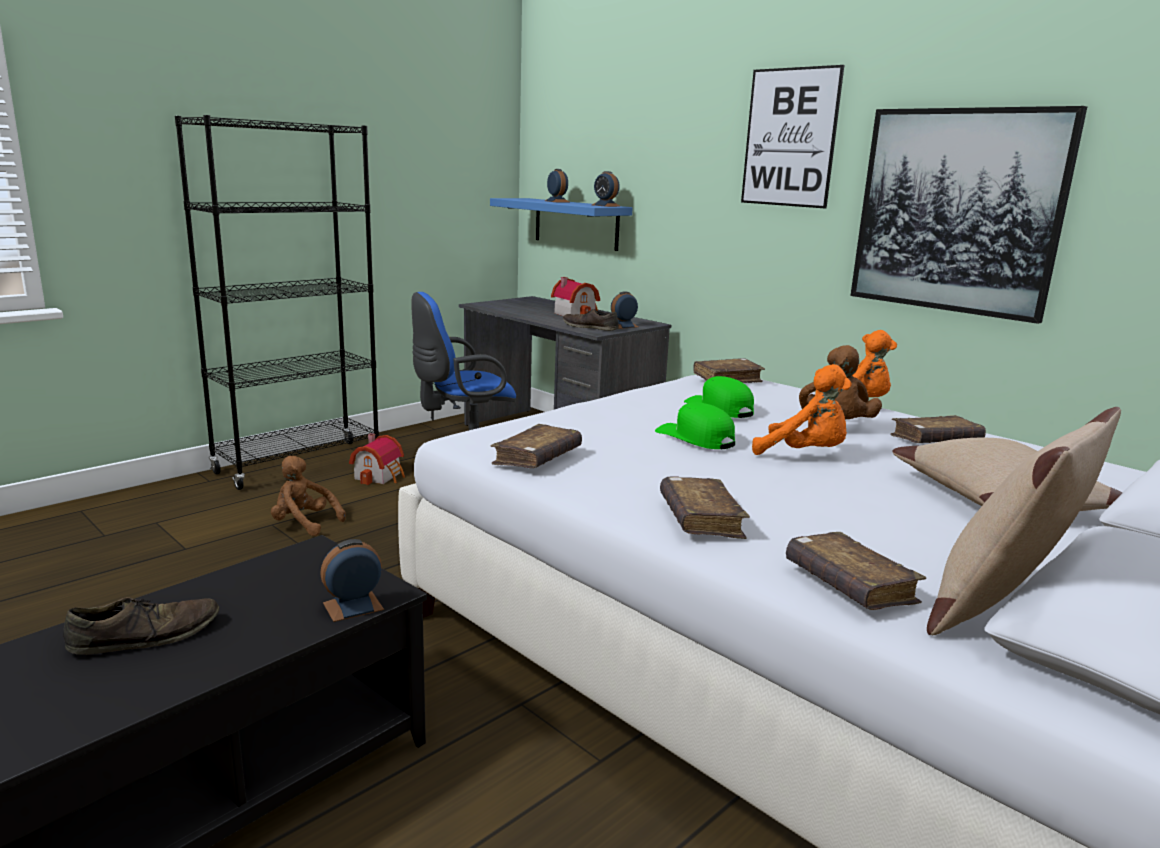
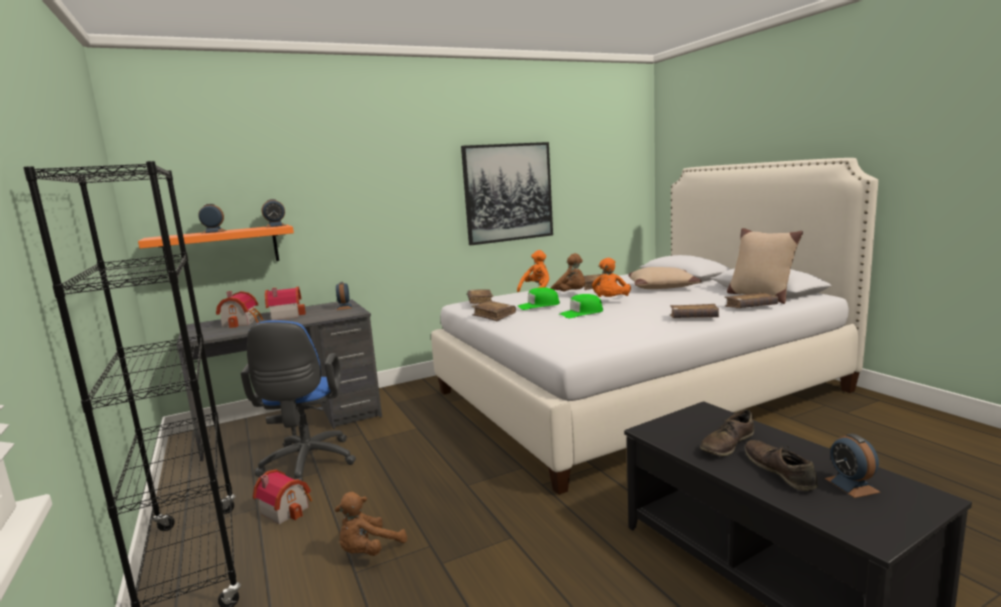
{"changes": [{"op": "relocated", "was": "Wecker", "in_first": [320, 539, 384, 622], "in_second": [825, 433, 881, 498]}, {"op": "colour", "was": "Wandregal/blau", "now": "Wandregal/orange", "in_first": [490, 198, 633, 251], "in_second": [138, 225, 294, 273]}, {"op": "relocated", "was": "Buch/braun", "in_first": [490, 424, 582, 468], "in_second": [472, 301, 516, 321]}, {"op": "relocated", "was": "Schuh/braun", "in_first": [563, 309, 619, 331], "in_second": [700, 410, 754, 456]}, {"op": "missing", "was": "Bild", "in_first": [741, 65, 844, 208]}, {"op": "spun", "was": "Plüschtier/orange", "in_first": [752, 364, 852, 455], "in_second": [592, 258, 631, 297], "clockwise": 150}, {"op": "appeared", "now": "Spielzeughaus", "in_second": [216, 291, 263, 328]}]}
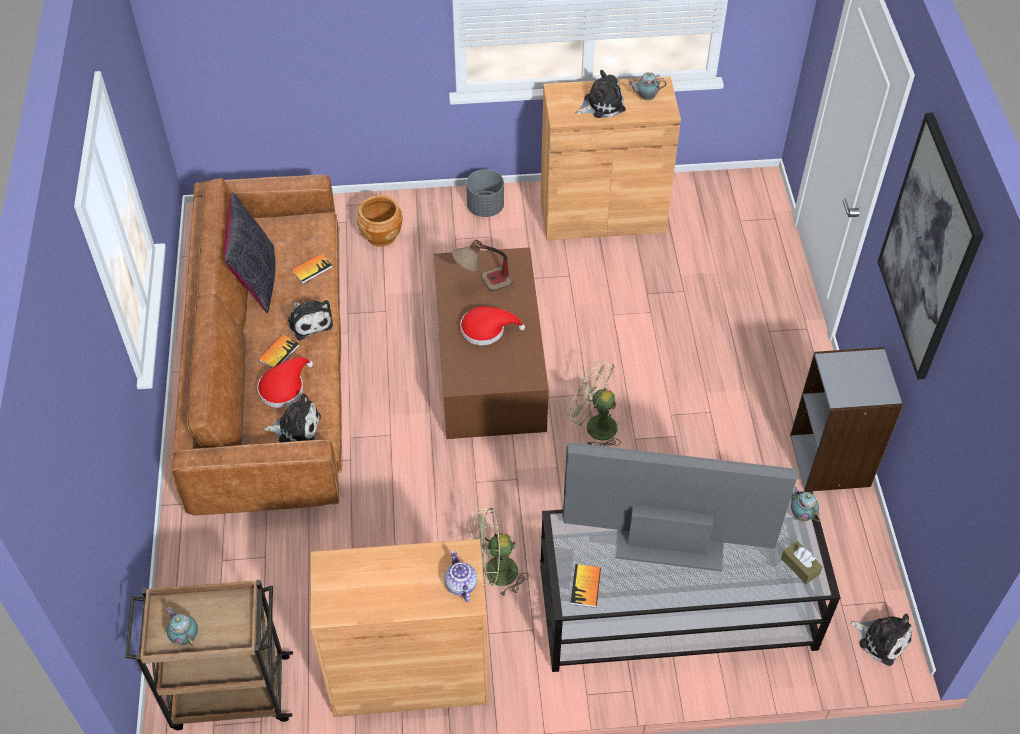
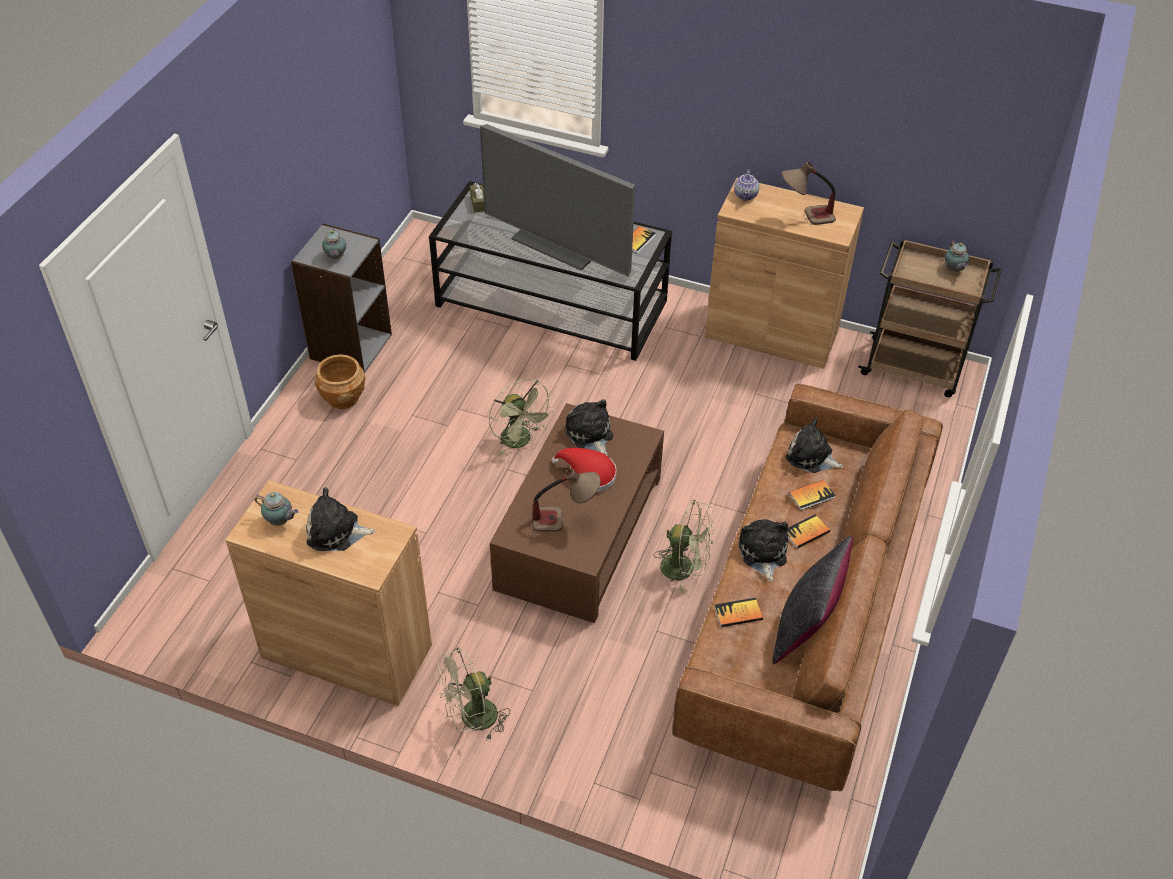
{"changes": [{"op": "exchanged", "was": "Hut/rot", "now": "Buch", "in_first": [257, 357, 313, 408], "in_second": [789, 480, 836, 510]}, {"op": "relocated", "was": "Pflanzkübel/braun", "in_first": [357, 195, 402, 247], "in_second": [315, 354, 365, 409]}, {"op": "exchanged", "was": "Pflanzkübel/grau", "now": "Ventilator/beige", "in_first": [466, 169, 504, 217], "in_second": [435, 647, 510, 740]}, {"op": "relocated", "was": "Ventilator/grün", "in_first": [469, 508, 529, 597], "in_second": [653, 500, 714, 593]}, {"op": "relocated", "was": "Teekanne", "in_first": [791, 487, 821, 522], "in_second": [322, 228, 346, 259]}, {"op": "relocated", "was": "Plüschtier", "in_first": [850, 613, 912, 666], "in_second": [565, 399, 613, 455]}, {"op": "missing", "was": "Bild", "in_first": [877, 113, 984, 380]}, {"op": "appeared", "now": "Tischlampe", "in_second": [781, 162, 836, 225]}]}
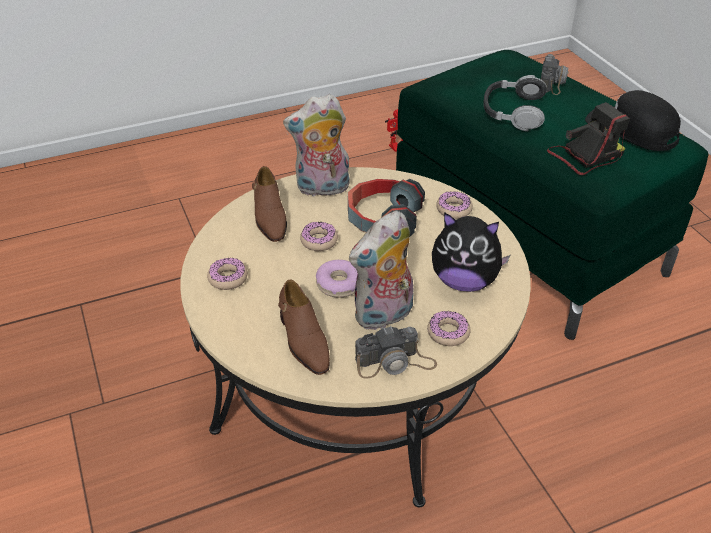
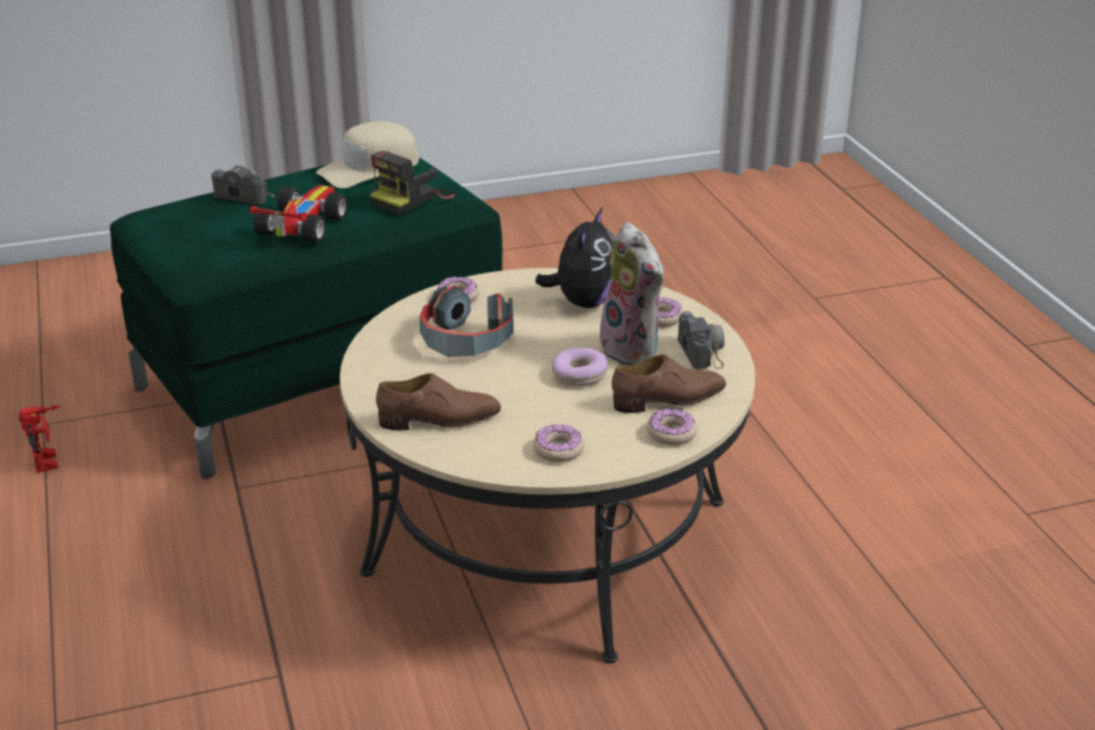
{"changes": [{"op": "missing", "was": "Plüschtier", "in_first": [283, 94, 350, 197]}, {"op": "relocated", "was": "Donut", "in_first": [300, 222, 338, 251], "in_second": [647, 409, 697, 445]}, {"op": "exchanged", "was": "Kopfhörer", "now": "Spielzeugauto", "in_first": [483, 75, 547, 131], "in_second": [249, 185, 347, 242]}, {"op": "spun", "was": "Kamera", "in_first": [547, 102, 630, 175], "in_second": [370, 151, 455, 214], "clockwise": -120}, {"op": "colour", "was": "Kappe/schwarz", "now": "Kappe/beige", "in_first": [585, 90, 681, 151], "in_second": [316, 121, 419, 188]}]}
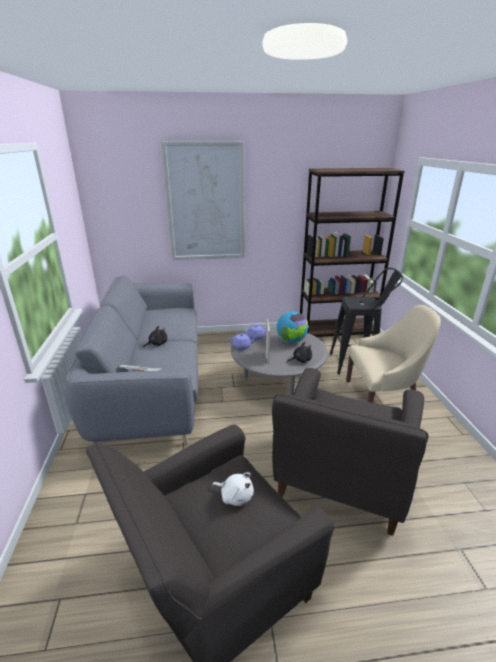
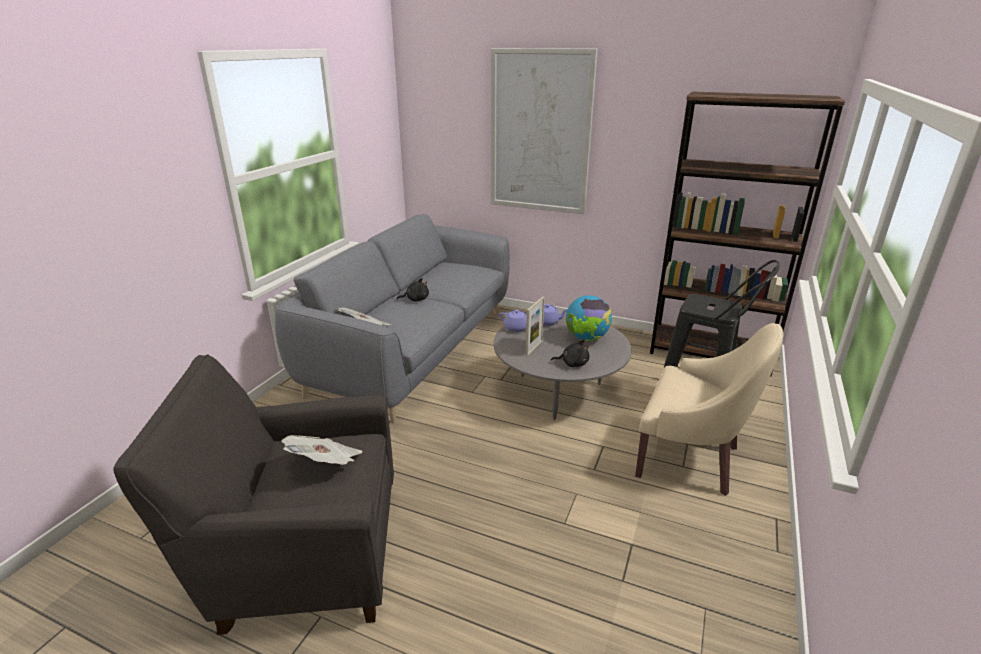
{"changes": [{"op": "exchanged", "was": "Plüschtier/weiß", "now": "Zeitung", "in_first": [213, 473, 254, 506], "in_second": [282, 435, 363, 465]}, {"op": "missing", "was": "Sessel/grau", "in_first": [272, 368, 428, 536]}]}
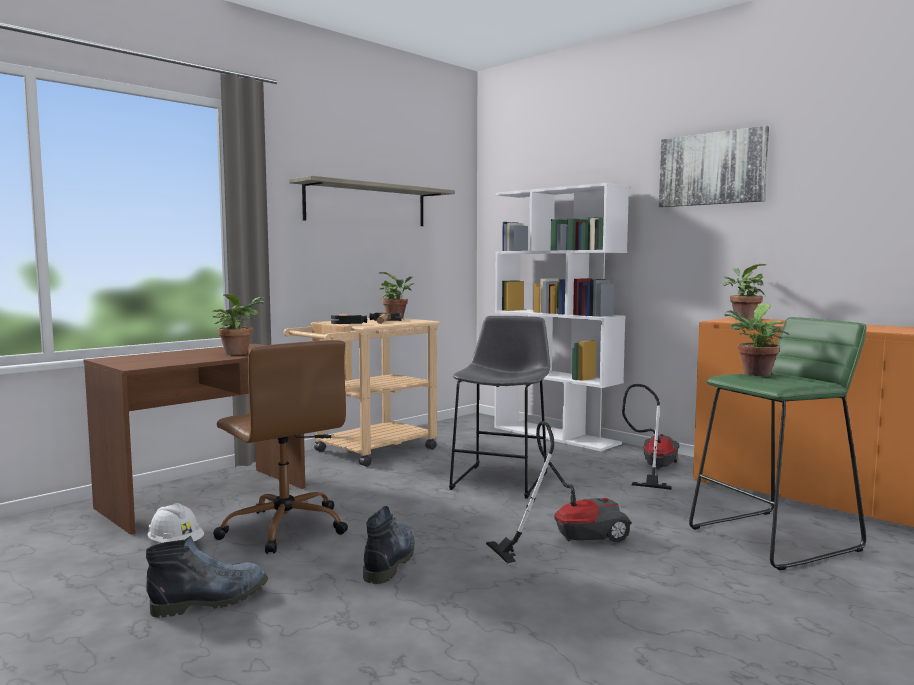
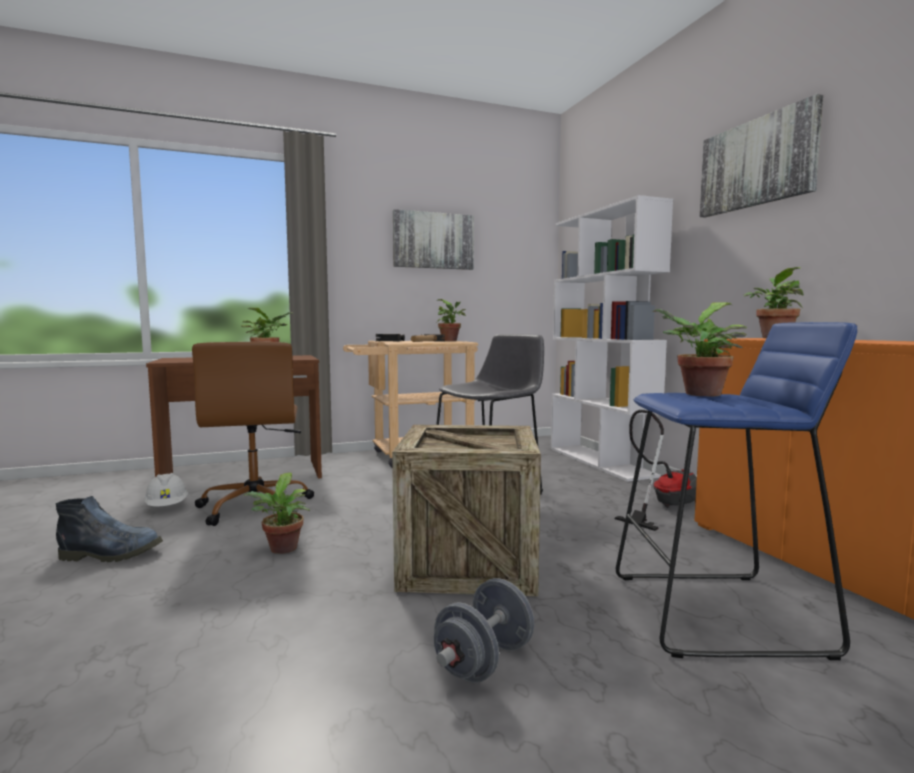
{"changes": [{"op": "exchanged", "was": "Wandregal", "now": "Bild", "in_first": [289, 176, 455, 226], "in_second": [393, 209, 474, 270]}, {"op": "exchanged", "was": "Stiefel", "now": "Topfpflanze", "in_first": [363, 506, 414, 584], "in_second": [242, 472, 310, 554]}, {"op": "exchanged", "was": "Staubsauger", "now": "Kiste", "in_first": [486, 421, 631, 564], "in_second": [392, 425, 541, 596]}, {"op": "colour", "was": "Hocker/grün", "now": "Hocker/blau", "in_first": [689, 317, 867, 570], "in_second": [616, 322, 857, 660]}, {"op": "appeared", "now": "Hantel/grau", "in_second": [434, 578, 534, 683]}]}
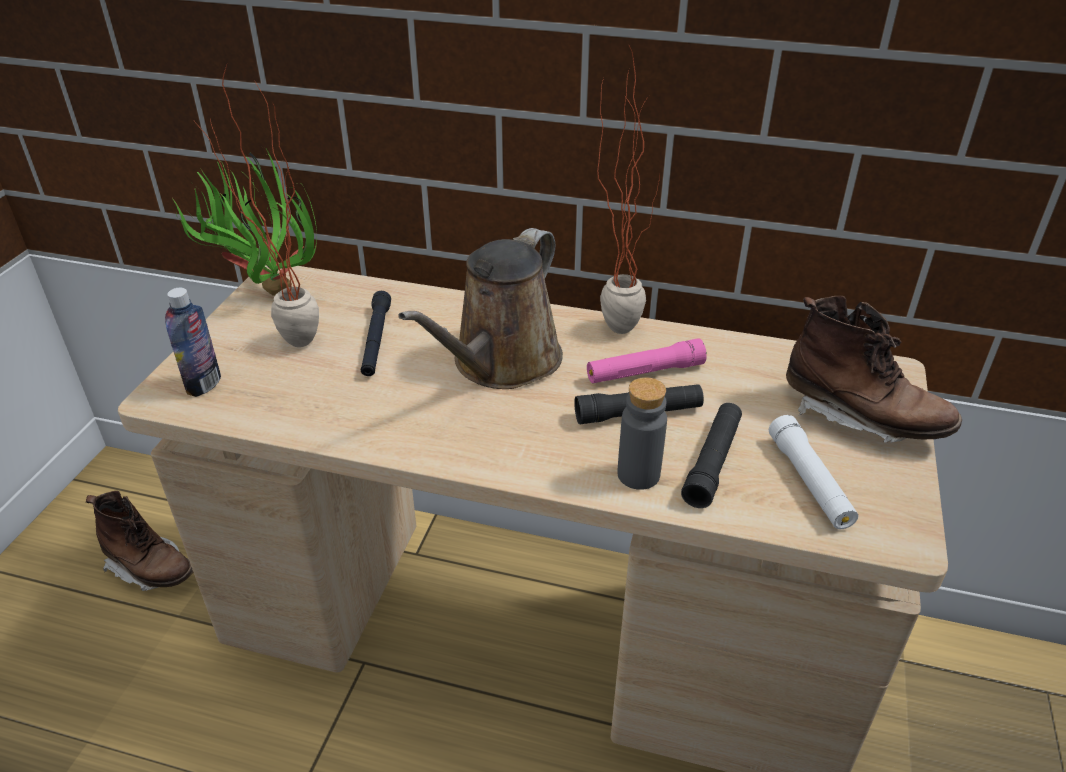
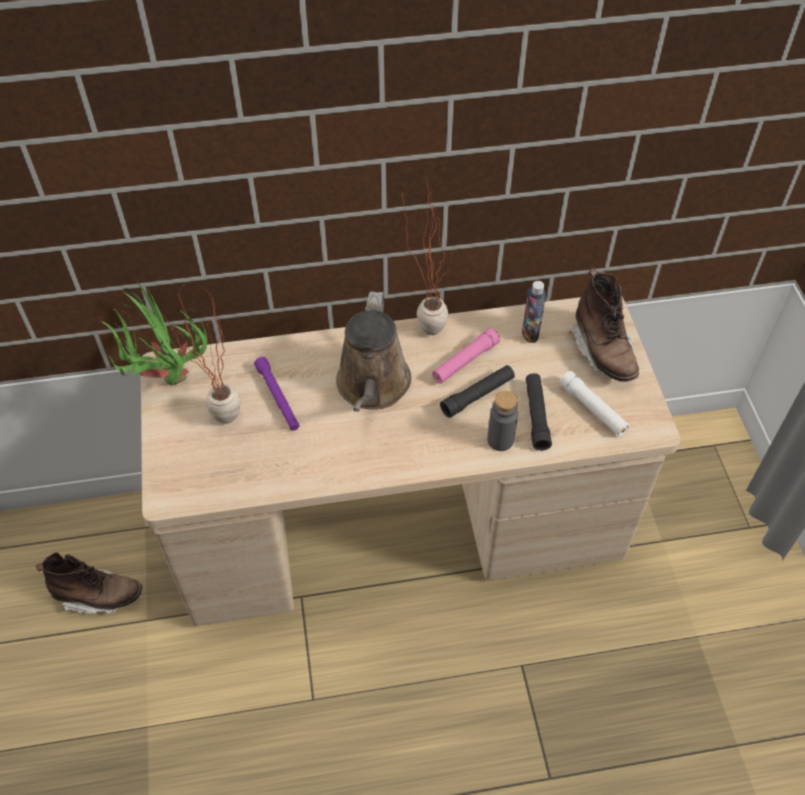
{"changes": [{"op": "relocated", "was": "Flasche", "in_first": [165, 288, 221, 397], "in_second": [522, 281, 546, 343]}, {"op": "colour", "was": "Taschenlampe/schwarz", "now": "Taschenlampe/lila", "in_first": [361, 291, 391, 376], "in_second": [254, 357, 300, 430]}, {"op": "spun", "was": "Stiefel/braun", "in_first": [786, 296, 962, 443], "in_second": [570, 268, 639, 382], "clockwise": 60}]}
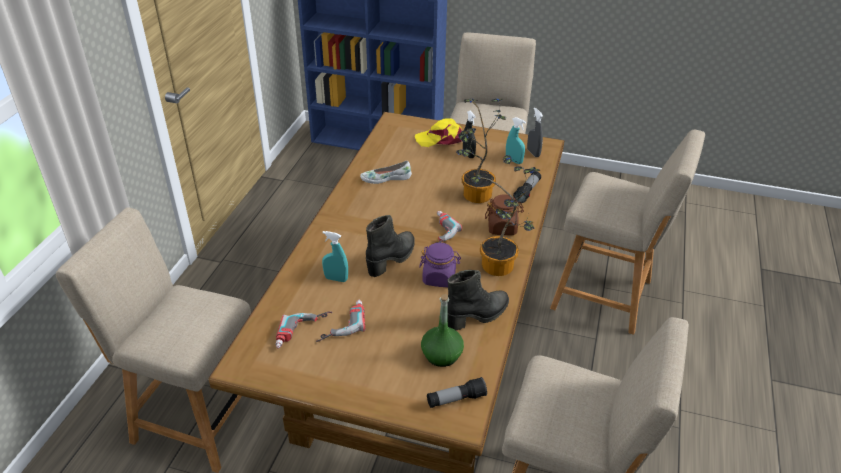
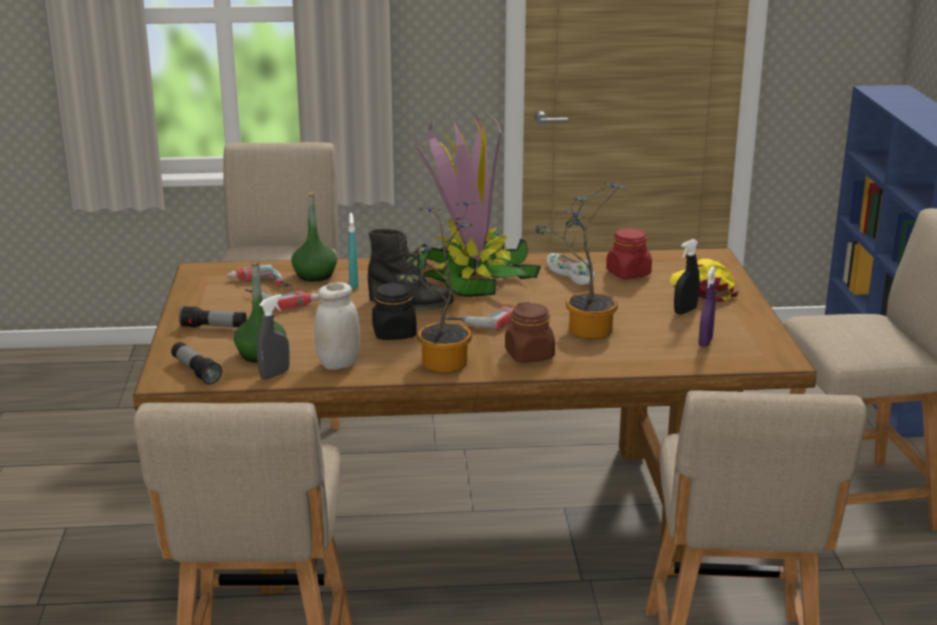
{"changes": [{"op": "colour", "was": "Vorratsglas/lila", "now": "Vorratsglas/schwarz", "in_first": [419, 242, 461, 287], "in_second": [372, 282, 417, 340]}, {"op": "exchanged", "was": "Stiefel/schwarz", "now": "Vorratsglas/weiß", "in_first": [447, 270, 509, 331], "in_second": [314, 282, 360, 370]}, {"op": "colour", "was": "Sprühflasche/türkis", "now": "Sprühflasche/lila", "in_first": [506, 117, 526, 164], "in_second": [698, 266, 716, 347]}, {"op": "relocated", "was": "Taschenlampe", "in_first": [513, 171, 541, 203], "in_second": [179, 306, 247, 328]}, {"op": "relocated", "was": "Sprühflasche/grau", "in_first": [527, 108, 543, 157], "in_second": [257, 294, 289, 380]}, {"op": "appeared", "now": "Flasche/grün", "in_second": [291, 192, 337, 281]}, {"op": "appeared", "now": "Topfpflanze", "in_second": [415, 111, 541, 297]}, {"op": "appeared", "now": "Vorratsglas/rot", "in_second": [606, 228, 652, 279]}]}
